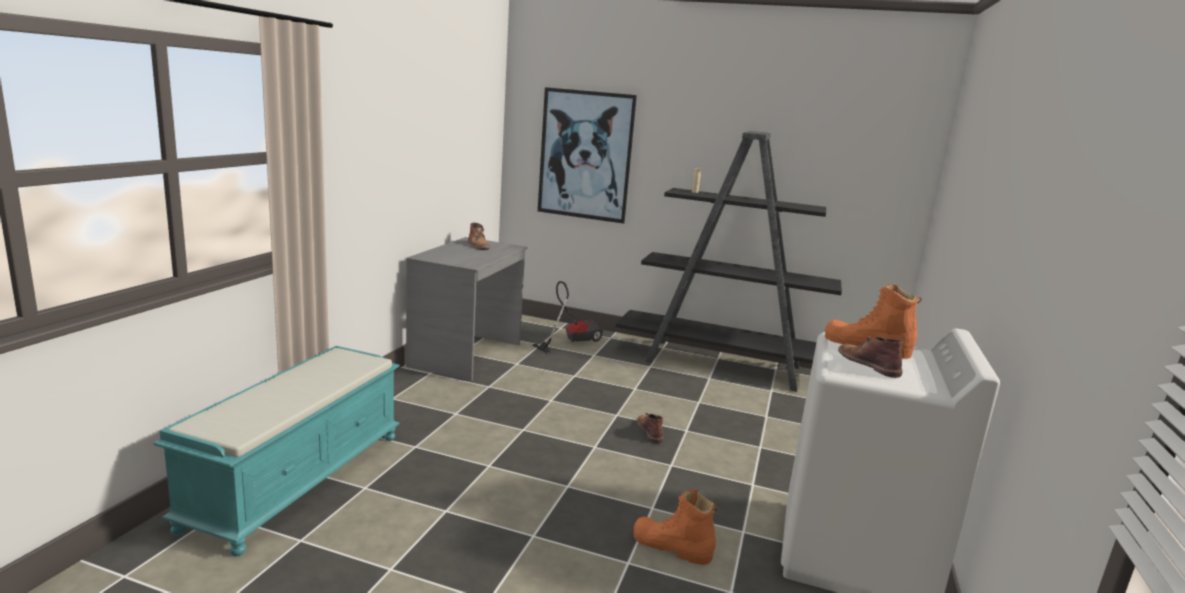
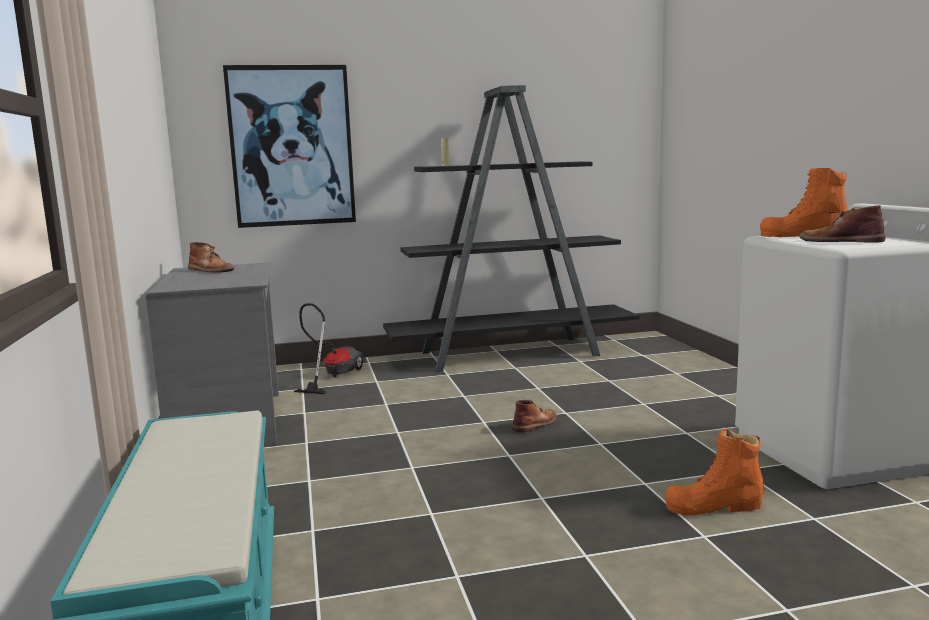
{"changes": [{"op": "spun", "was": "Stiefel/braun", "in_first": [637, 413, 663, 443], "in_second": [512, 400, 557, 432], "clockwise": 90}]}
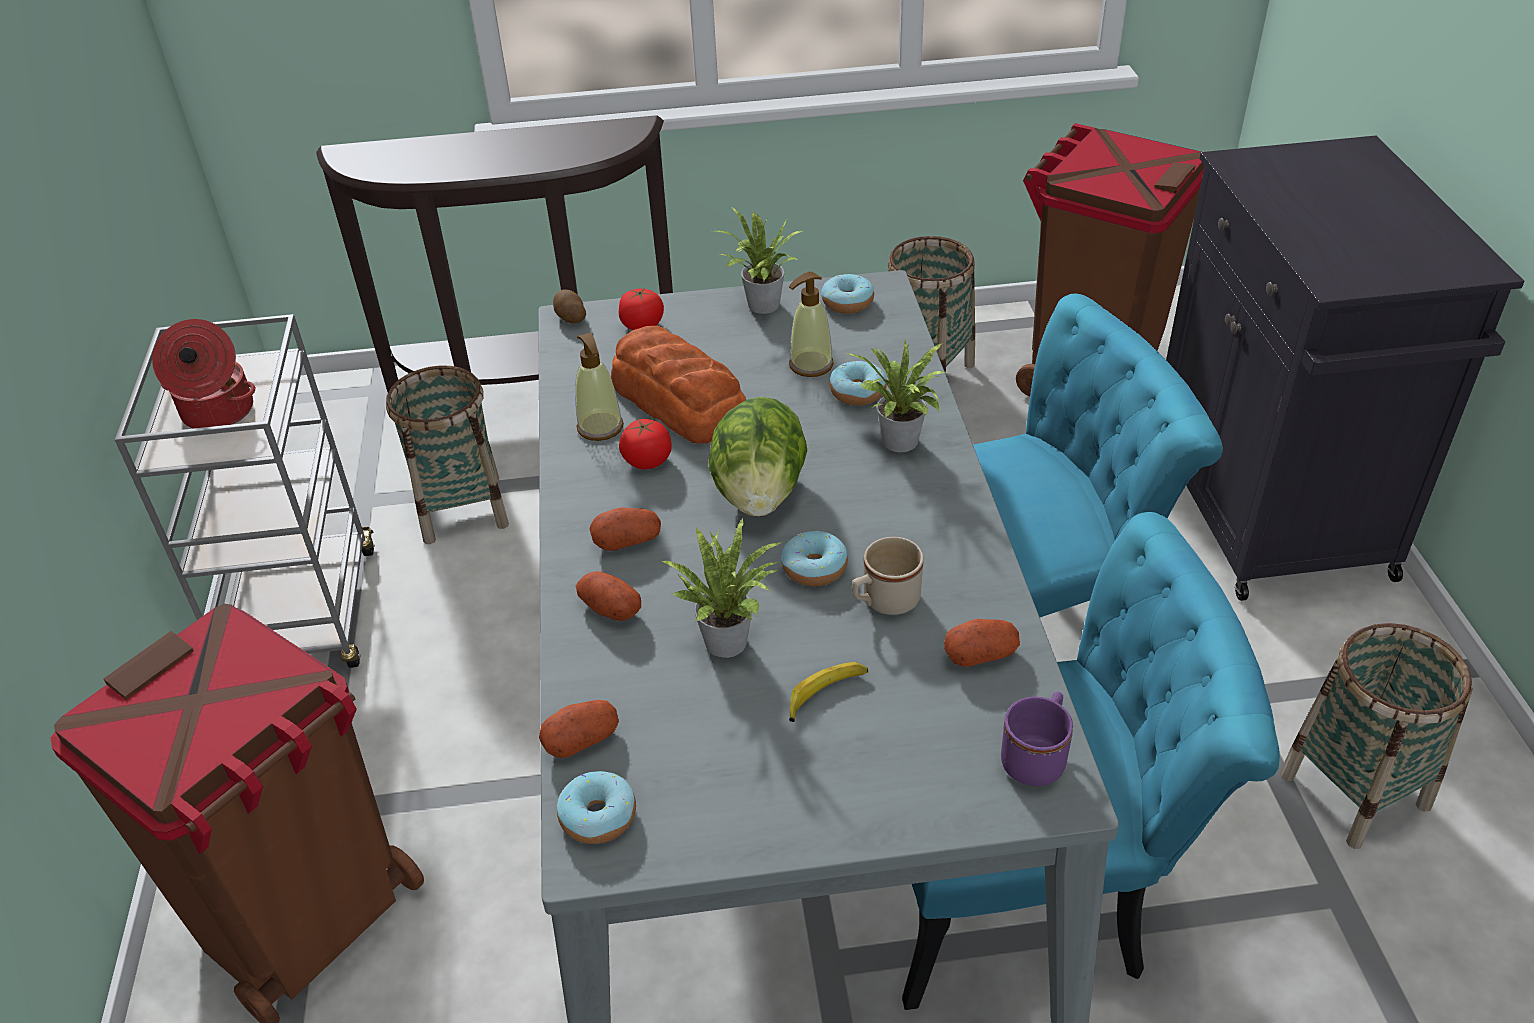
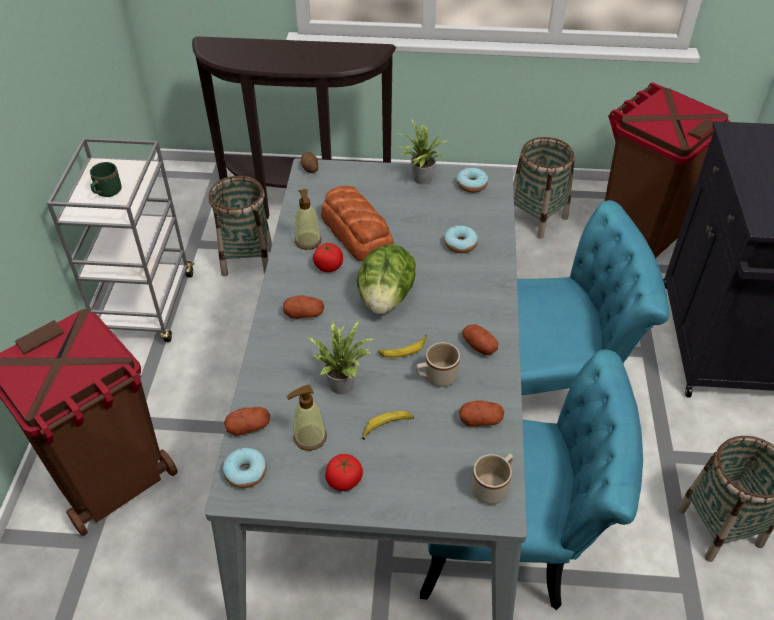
{"changes": [{"op": "exchanged", "was": "Kochtopf", "now": "Henkelbecher/grün", "in_first": [152, 319, 255, 429], "in_second": [90, 162, 122, 197]}, {"op": "relocated", "was": "Kartoffel", "in_first": [576, 571, 641, 621], "in_second": [462, 325, 498, 355]}, {"op": "relocated", "was": "Tomate", "in_first": [619, 287, 664, 330], "in_second": [325, 454, 363, 491]}, {"op": "exchanged", "was": "Donut", "now": "Banane", "in_first": [781, 531, 848, 586], "in_second": [378, 335, 427, 358]}, {"op": "relocated", "was": "Seifenspender", "in_first": [789, 272, 834, 377], "in_second": [287, 385, 327, 451]}, {"op": "missing", "was": "Topfpflanze", "in_first": [848, 339, 946, 452]}, {"op": "colour", "was": "Henkelbecher/lila", "now": "Henkelbecher/beige", "in_first": [1001, 692, 1073, 786], "in_second": [472, 454, 513, 505]}]}
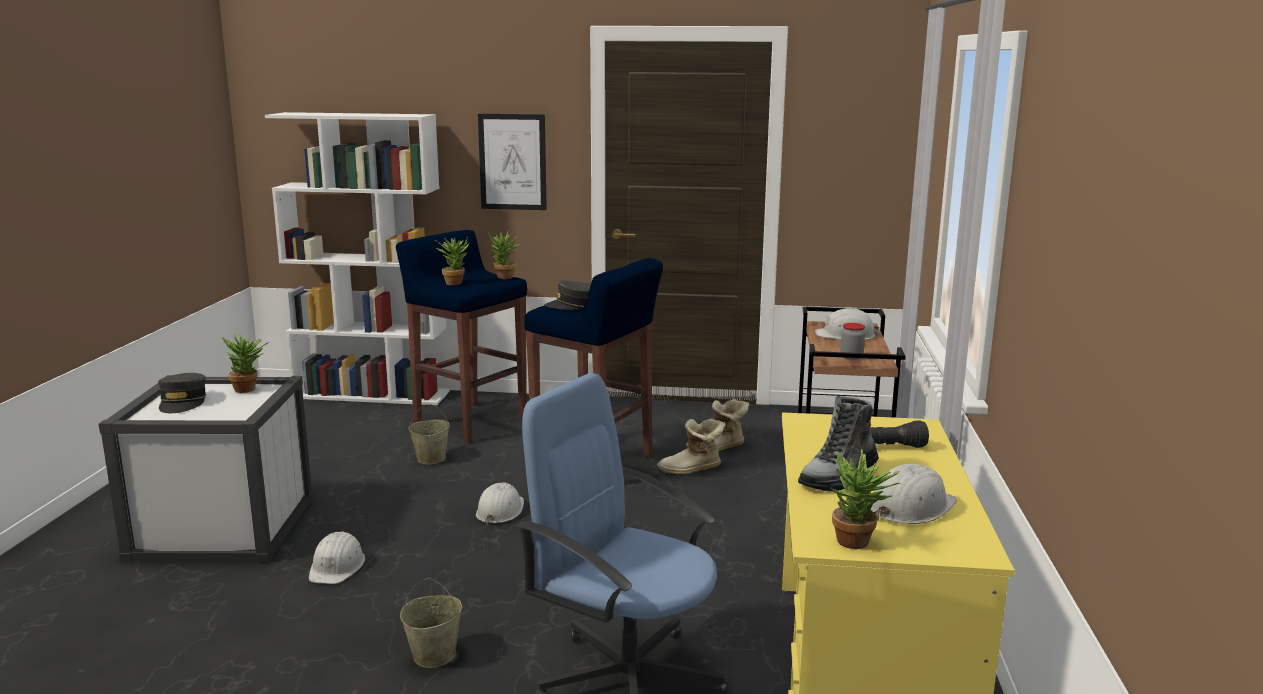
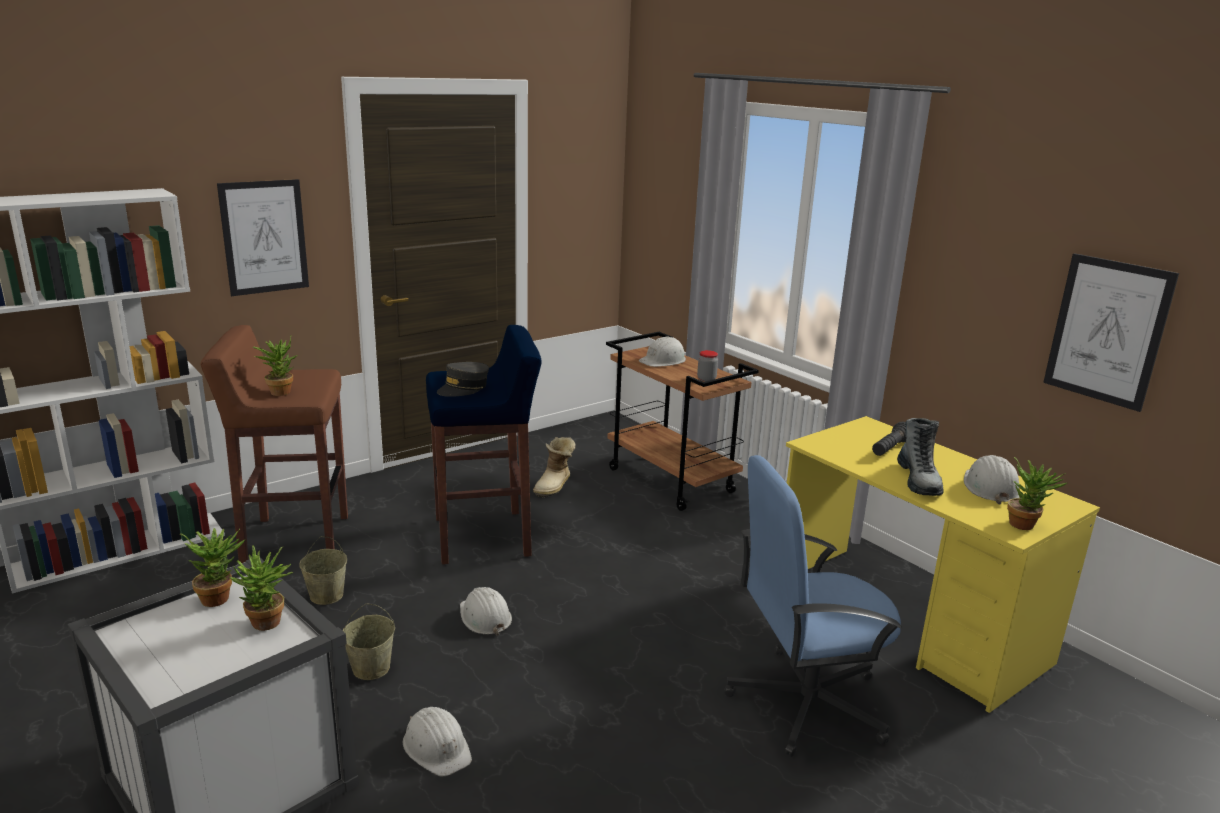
{"changes": [{"op": "missing", "was": "Kappe/grau", "in_first": [158, 373, 207, 413]}, {"op": "colour", "was": "Hocker/blau", "now": "Hocker/braun", "in_first": [396, 230, 527, 443], "in_second": [201, 325, 348, 563]}, {"op": "relocated", "was": "Eimer/beige", "in_first": [400, 578, 462, 668], "in_second": [342, 603, 395, 680]}, {"op": "relocated", "was": "Topfpflanze", "in_first": [488, 232, 521, 279], "in_second": [230, 546, 294, 631]}, {"op": "missing", "was": "Stiefel", "in_first": [657, 418, 726, 475]}, {"op": "appeared", "now": "Bild", "in_second": [1043, 253, 1179, 412]}]}
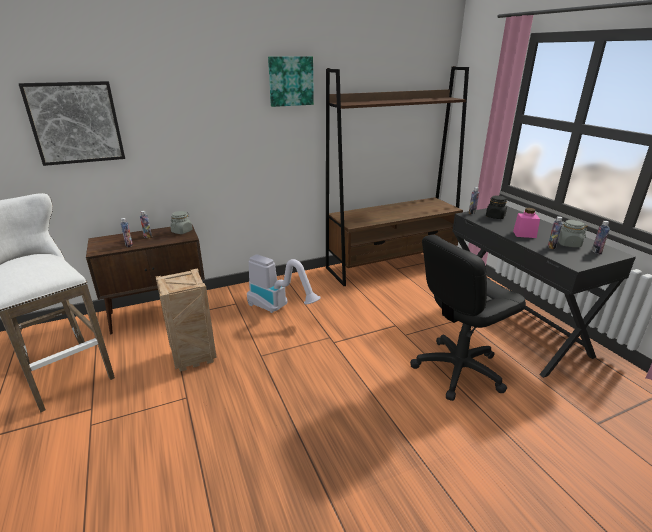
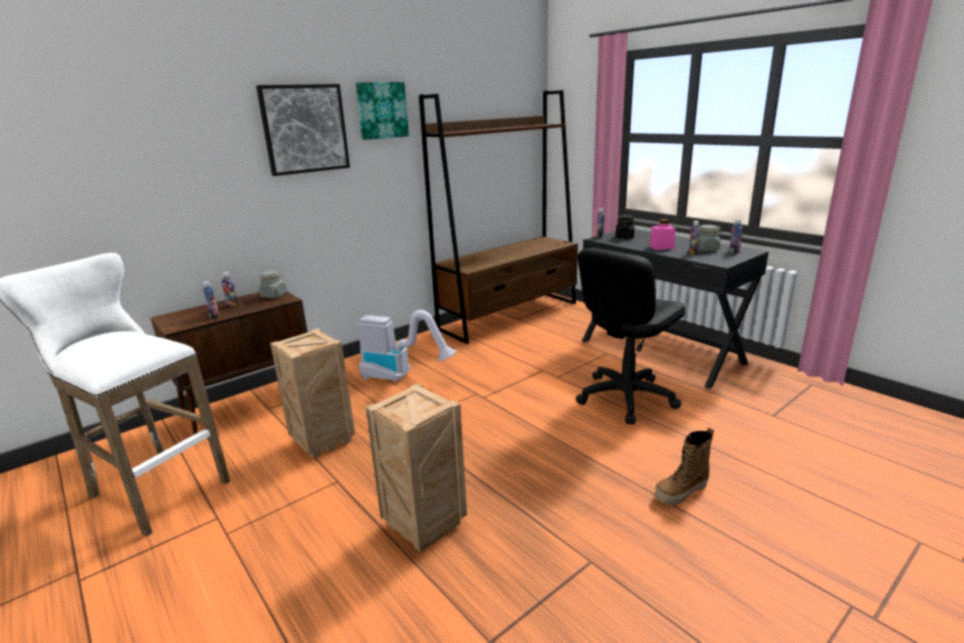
{"changes": [{"op": "relocated", "was": "Bild", "in_first": [19, 81, 125, 166], "in_second": [256, 84, 350, 176]}, {"op": "appeared", "now": "Kiste", "in_second": [365, 383, 467, 552]}, {"op": "appeared", "now": "Stiefel", "in_second": [655, 427, 714, 505]}]}
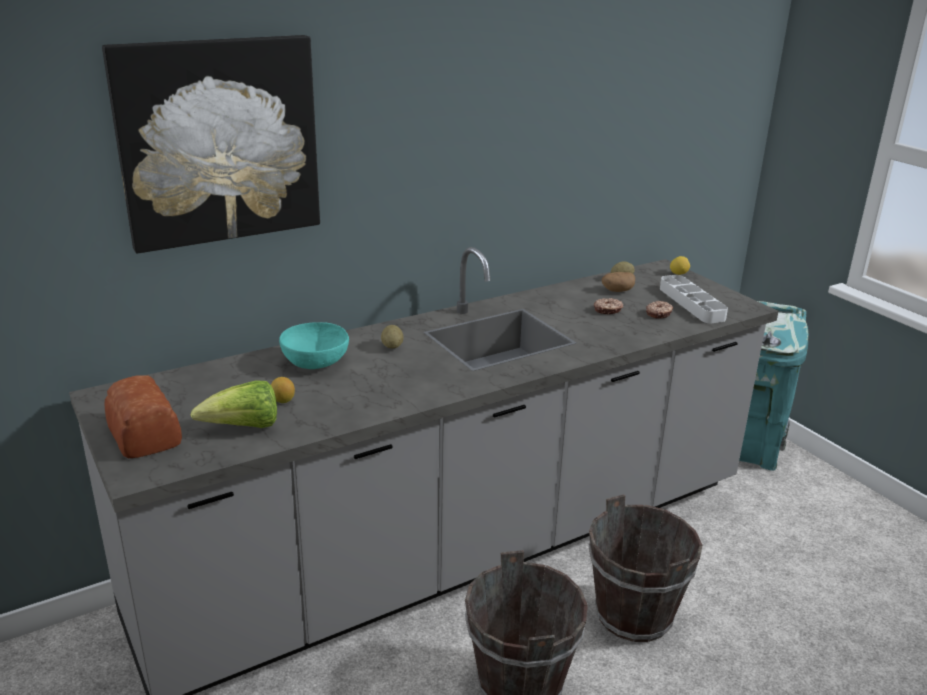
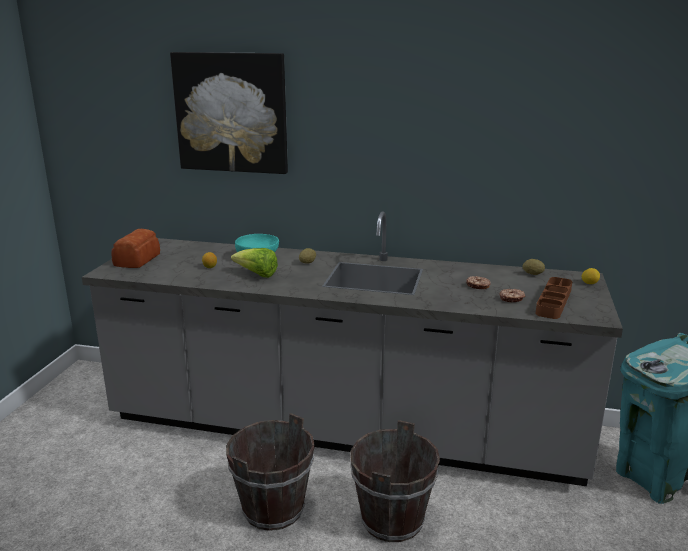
{"changes": [{"op": "relocated", "was": "Salatkopf", "in_first": [190, 380, 277, 428], "in_second": [231, 248, 278, 278]}, {"op": "missing", "was": "Kartoffel", "in_first": [602, 272, 635, 292]}, {"op": "colour", "was": "Tablett/grau", "now": "Tablett/braun", "in_first": [660, 275, 728, 323], "in_second": [535, 277, 572, 319]}]}
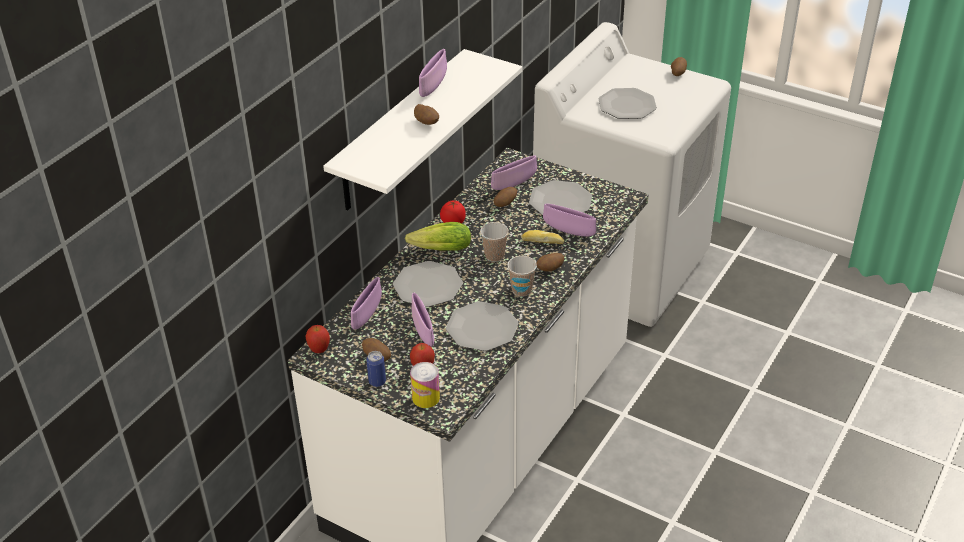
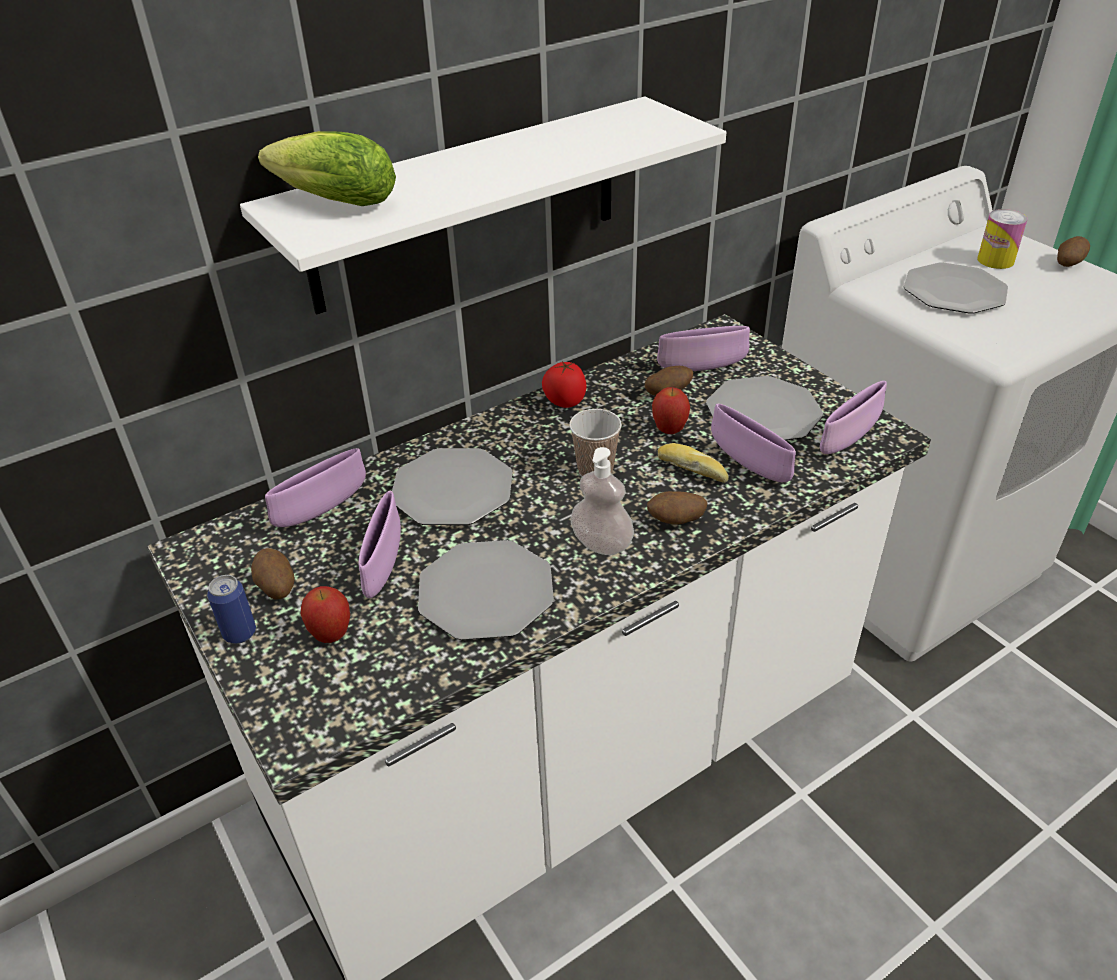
{"changes": [{"op": "relocated", "was": "Apfel", "in_first": [305, 325, 330, 353], "in_second": [652, 387, 690, 434]}, {"op": "relocated", "was": "Salatkopf", "in_first": [405, 222, 471, 251], "in_second": [258, 131, 396, 206]}, {"op": "relocated", "was": "Dose", "in_first": [410, 362, 440, 408], "in_second": [977, 209, 1028, 269]}, {"op": "missing", "was": "Kartoffel", "in_first": [414, 104, 439, 125]}, {"op": "relocated", "was": "Schüssel/lila", "in_first": [419, 49, 447, 97], "in_second": [820, 381, 887, 454]}, {"op": "exchanged", "was": "Tasse", "now": "Seifenspender", "in_first": [507, 256, 537, 297], "in_second": [570, 447, 634, 555]}]}
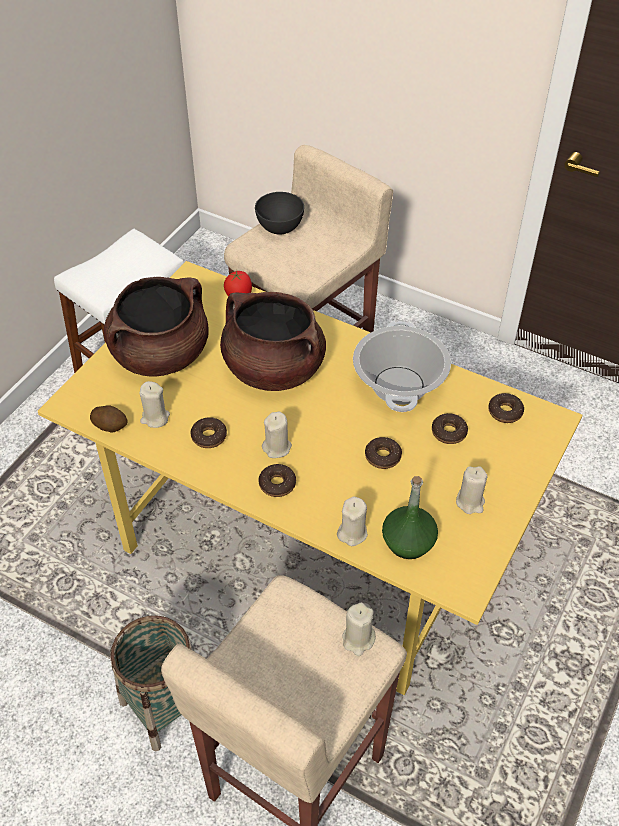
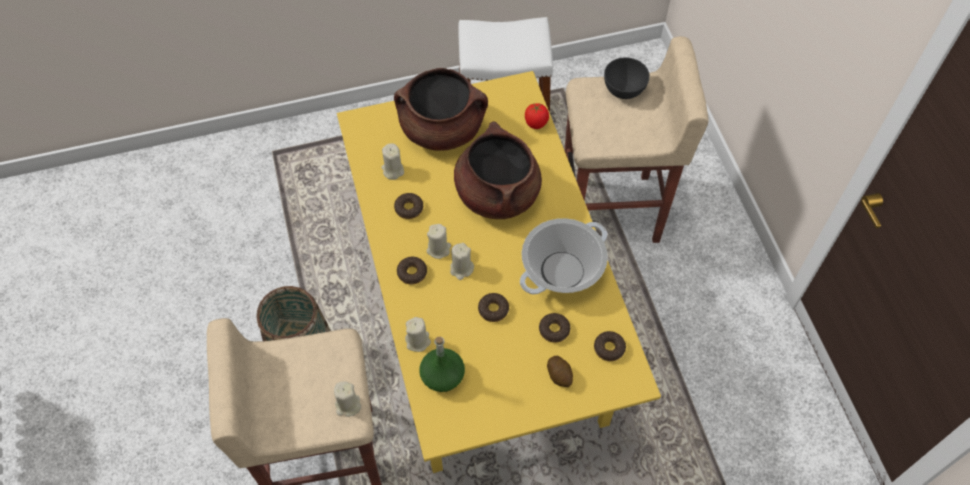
{"changes": [{"op": "relocated", "was": "Kartoffel", "in_first": [90, 405, 128, 433], "in_second": [547, 356, 573, 387]}, {"op": "relocated", "was": "Kerze/beige", "in_first": [456, 466, 487, 514], "in_second": [450, 243, 474, 280]}]}
